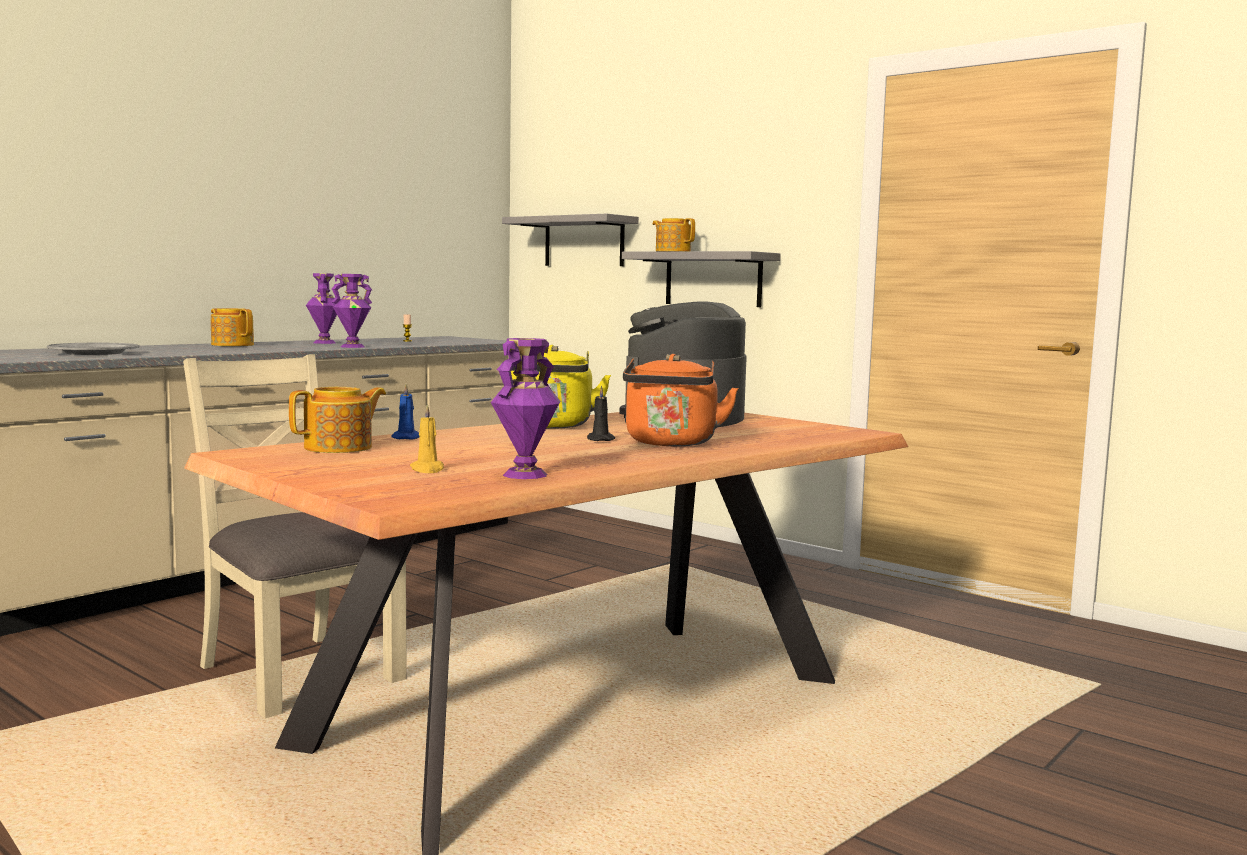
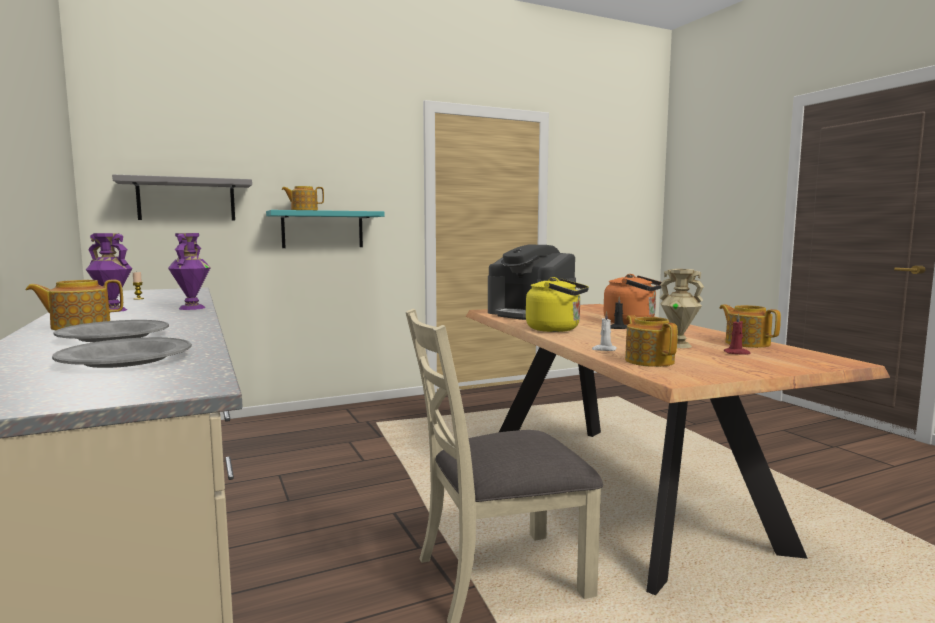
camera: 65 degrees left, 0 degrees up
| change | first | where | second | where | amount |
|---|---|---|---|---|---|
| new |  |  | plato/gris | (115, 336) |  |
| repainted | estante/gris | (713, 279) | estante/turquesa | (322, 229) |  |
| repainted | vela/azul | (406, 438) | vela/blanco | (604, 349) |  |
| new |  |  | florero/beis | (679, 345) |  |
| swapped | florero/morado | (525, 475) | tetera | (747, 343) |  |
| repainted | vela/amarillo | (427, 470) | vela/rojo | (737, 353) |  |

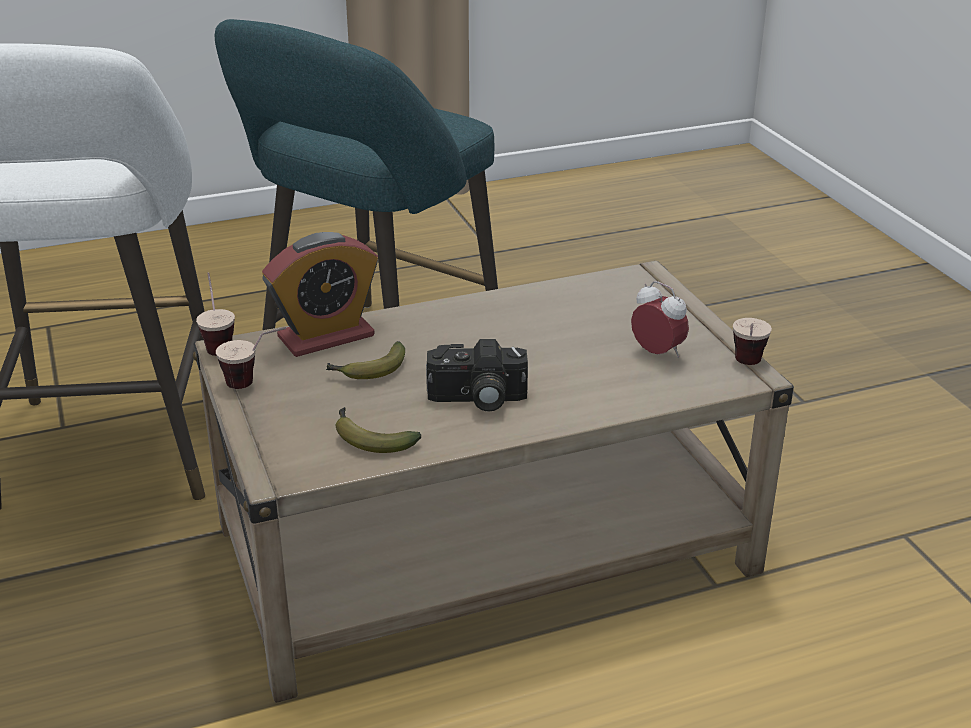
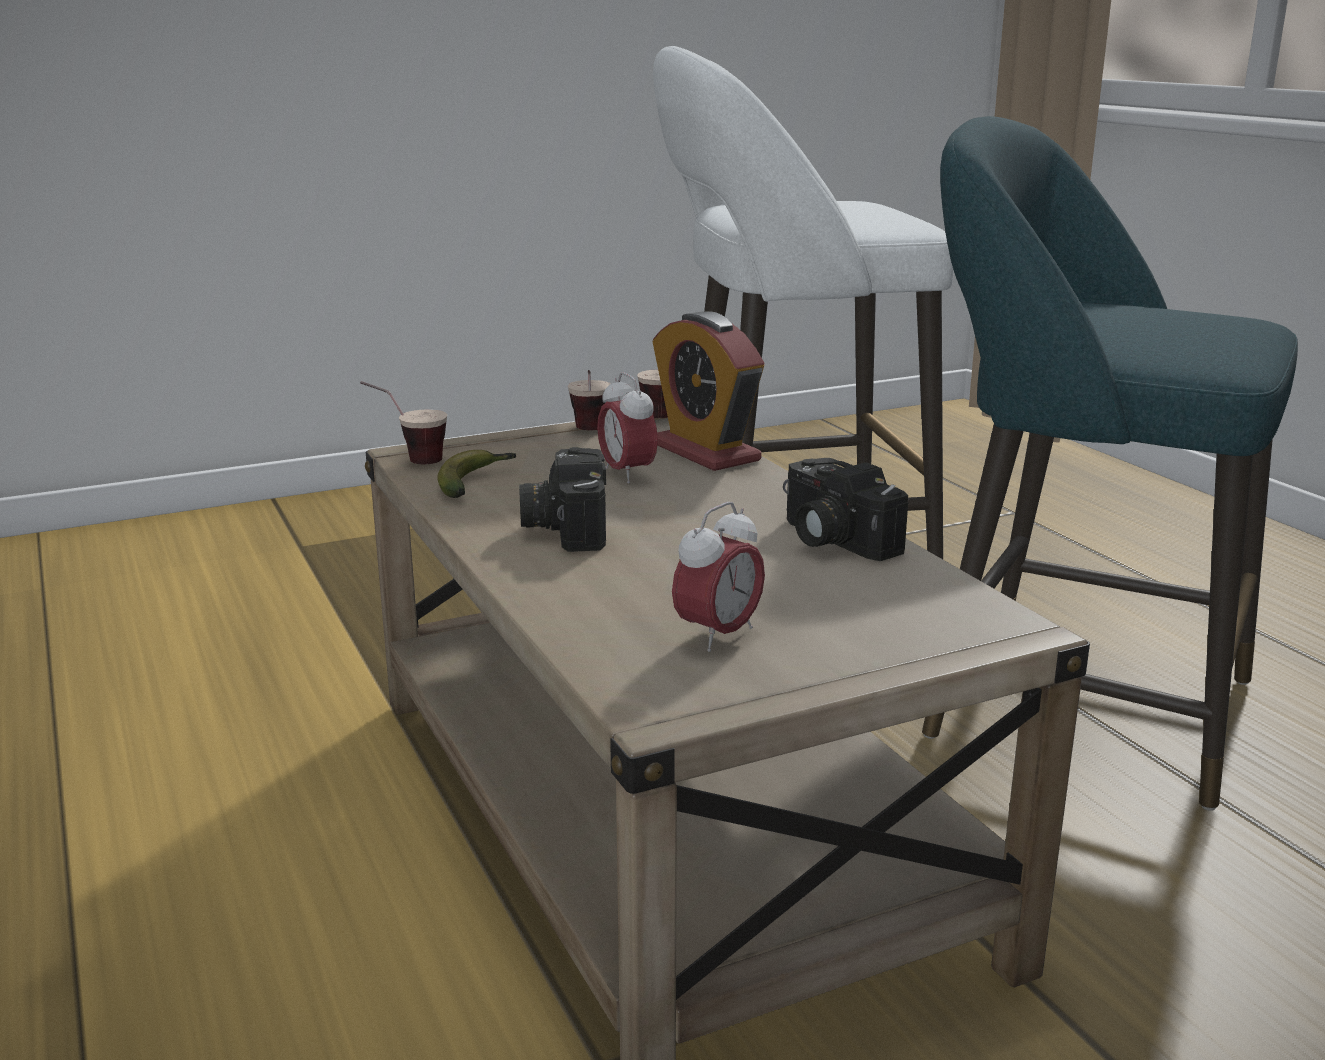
camera: 85 degrees right, 10 degrees down
| change | first | where | second | where | amount |
|---|---|---|---|---|---|
| shifted | taza | (746, 367) |  | (407, 459) |  |
| swapped | plátano | (368, 371) | despertador | (627, 474) |  |
| new |  |  | cámara | (830, 539) |  |

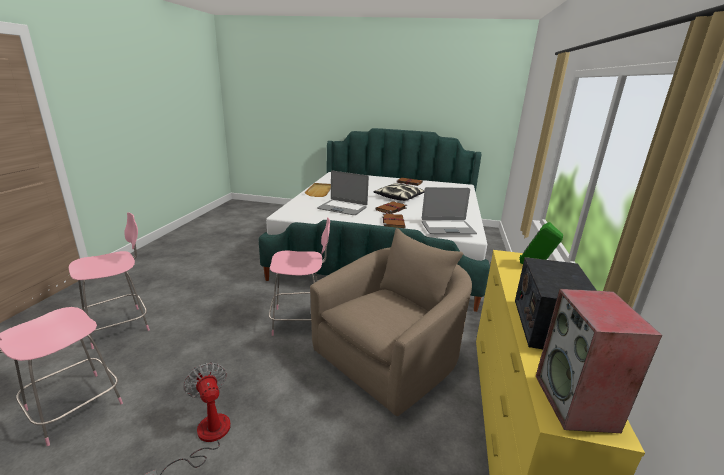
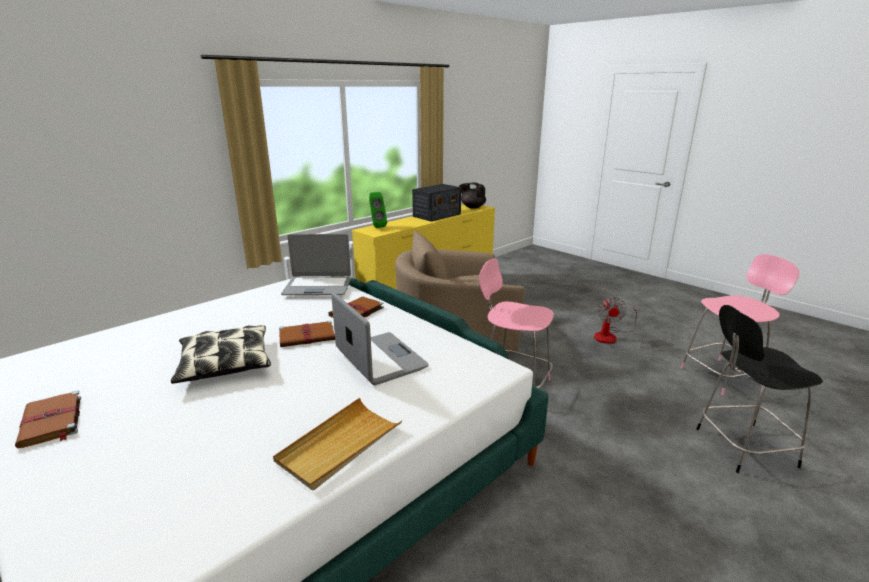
camera: 145 degrees left, 0 degrees up
| change | first | where | second | where | amount |
|---|---|---|---|---|---|
| rotated | portátil | (447, 228) |  | (317, 287) | 150 degrees clockwise |
| swapped | altavoz | (576, 403) | tetera/negro | (472, 207) |  |
| repainted | silla/rosa | (120, 326) | silla/negro | (742, 447) |  |

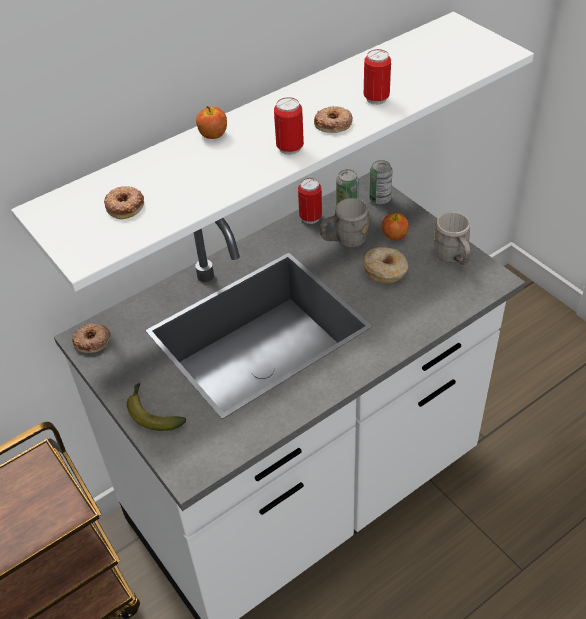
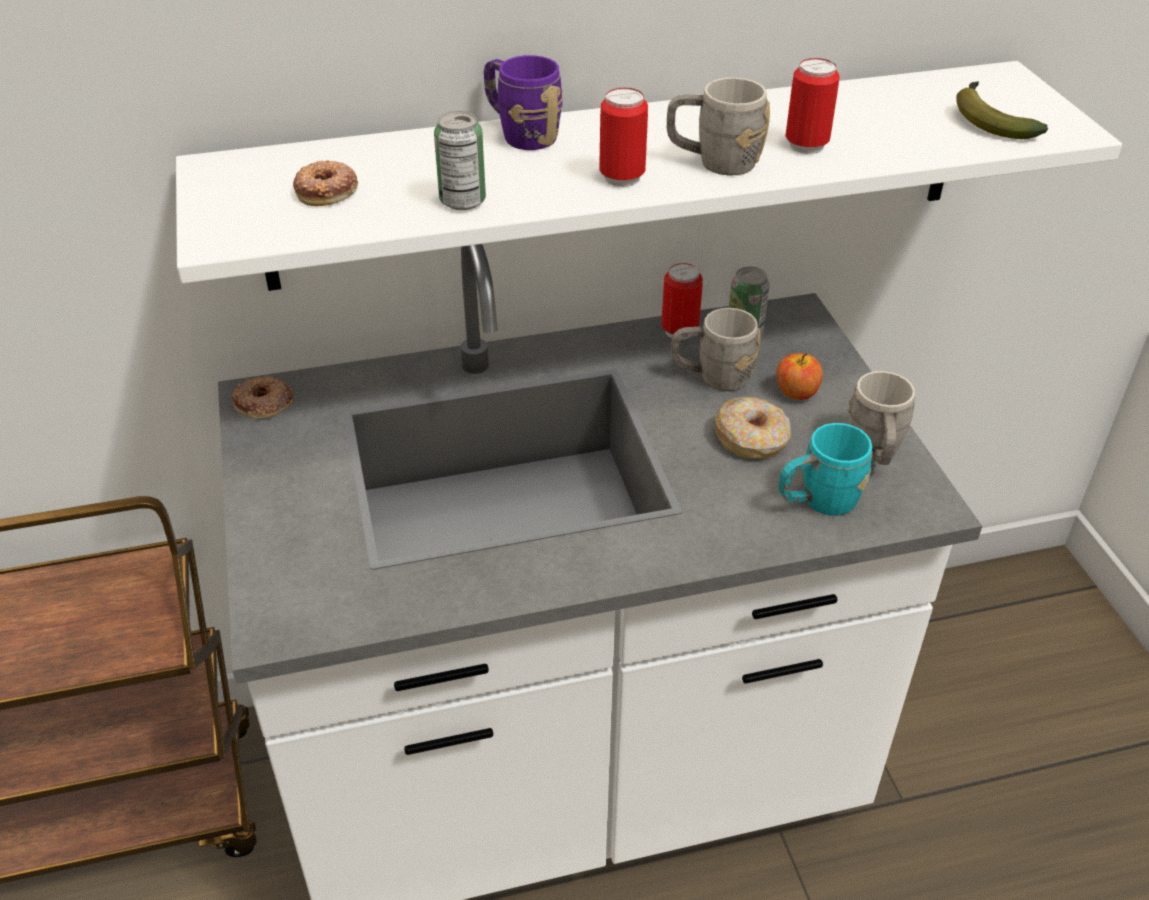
camera: 20 degrees right, 5 degrees down
| change | first | where | second | where | amount |
|---|---|---|---|---|---|
| shifted | lata | (380, 199) |  | (462, 201) |  |
| swapped | manzana | (213, 135) | taza grande/morado | (521, 134) |  |
| swapped | rosquilla | (333, 124) | taza grande/gris | (714, 162) |  |
| new |  |  | taza grande/turquesa | (818, 502) |  |
| shifted | plátano | (152, 413) |  | (989, 120) |  |

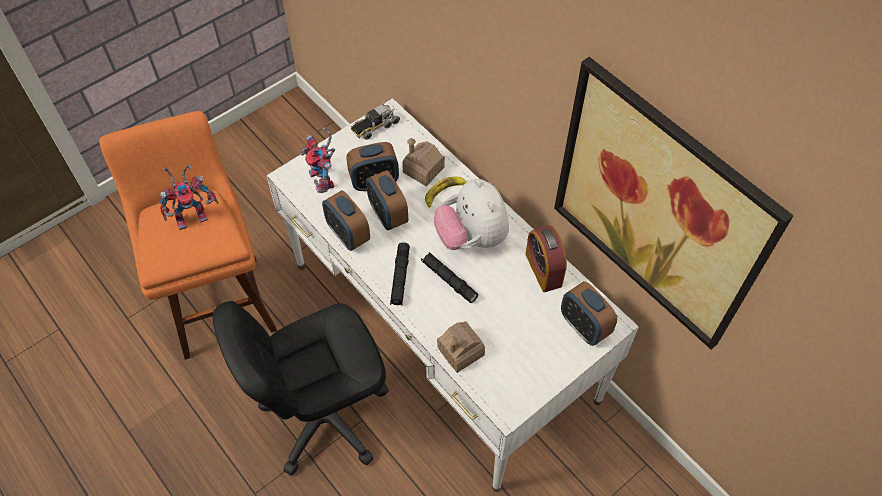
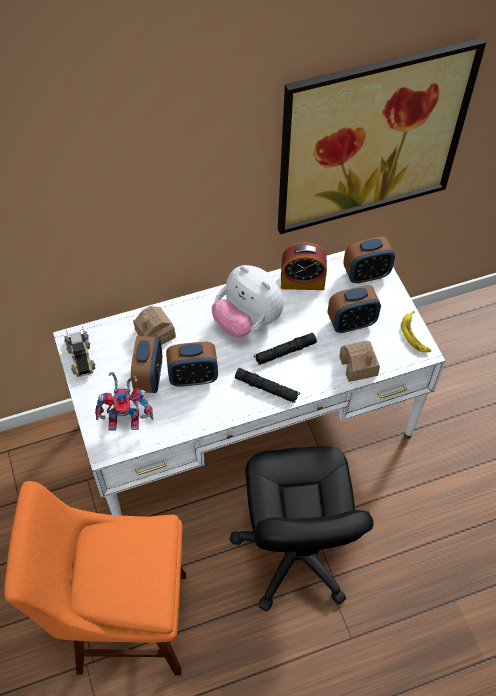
camera: 70 degrees left, 0 degrees up
| change | first | where | second | where | amount |
|---|---|---|---|---|---|
| rotated | peluche | (471, 237) |  | (247, 321) | 45 degrees clockwise |
| shifted | despertador | (348, 235) |  | (351, 323) |  |
| shifted | plátano | (444, 193) |  | (415, 335) |  |
| gone | robot de juguete | (193, 215) |  |  |  |

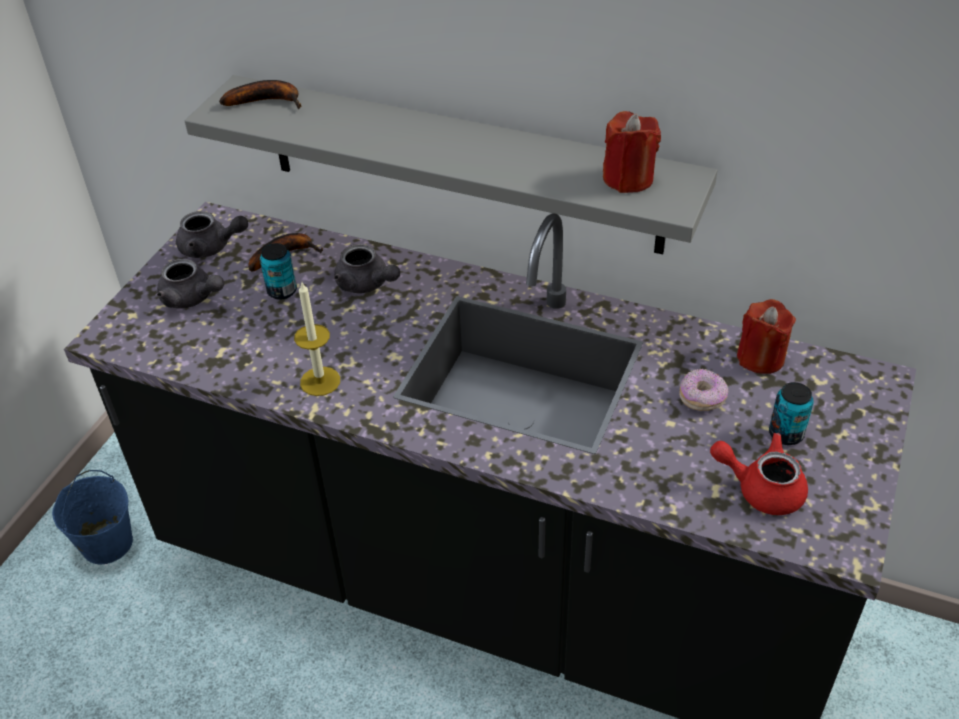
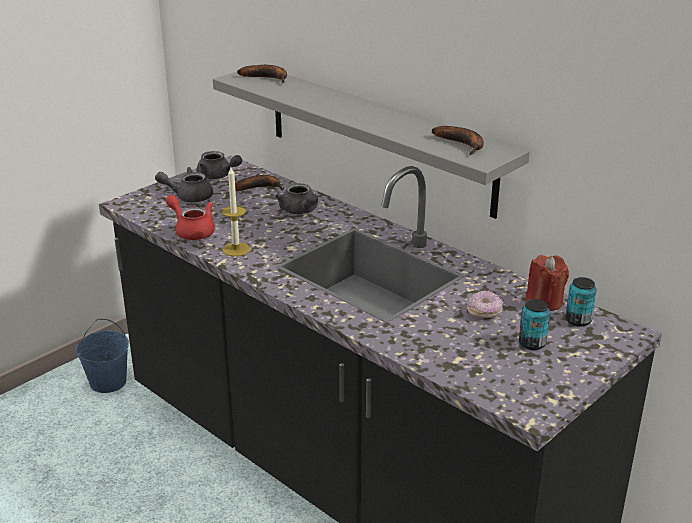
camera: 20 degrees right, 15 degrees down
| change | first | where | second | where | amount |
|---|---|---|---|---|---|
| rotated | tetera/gris | (192, 298) |  | (188, 196) | 120 degrees clockwise |
| shifted | tetera/rojo | (761, 488) |  | (192, 231) |  |
| swapped | vela/rojo | (628, 178) | plátano | (463, 144) |  |
| shifted | lata | (282, 291) |  | (578, 320) |  |

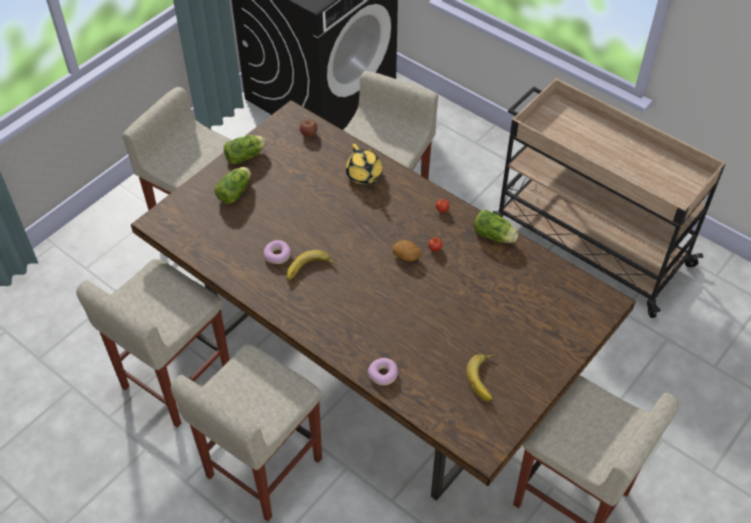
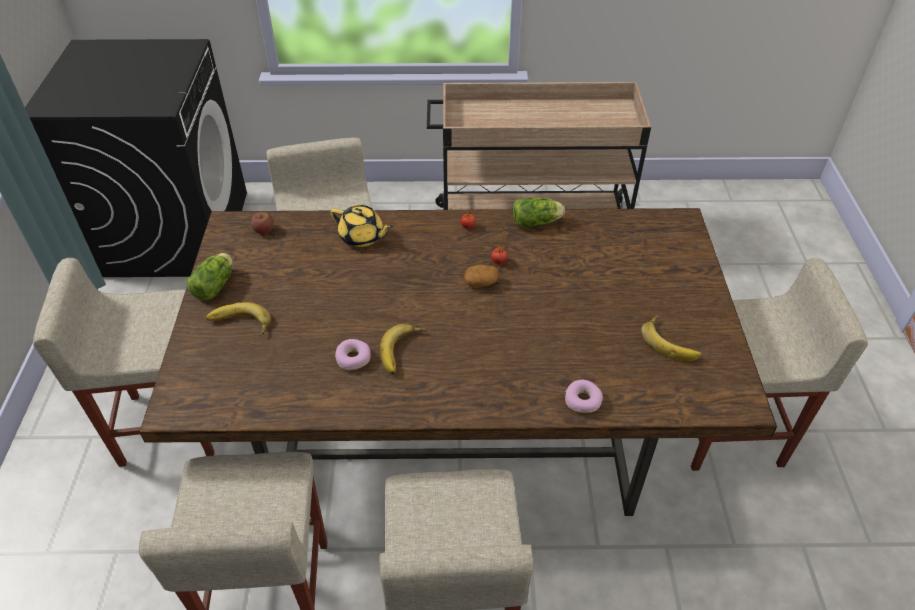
camera: 40 degrees left, 5 degrees down
| change | first | where | second | where | amount |
|---|---|---|---|---|---|
| swapped | lechuga | (236, 191) | plátano | (239, 324) |  |

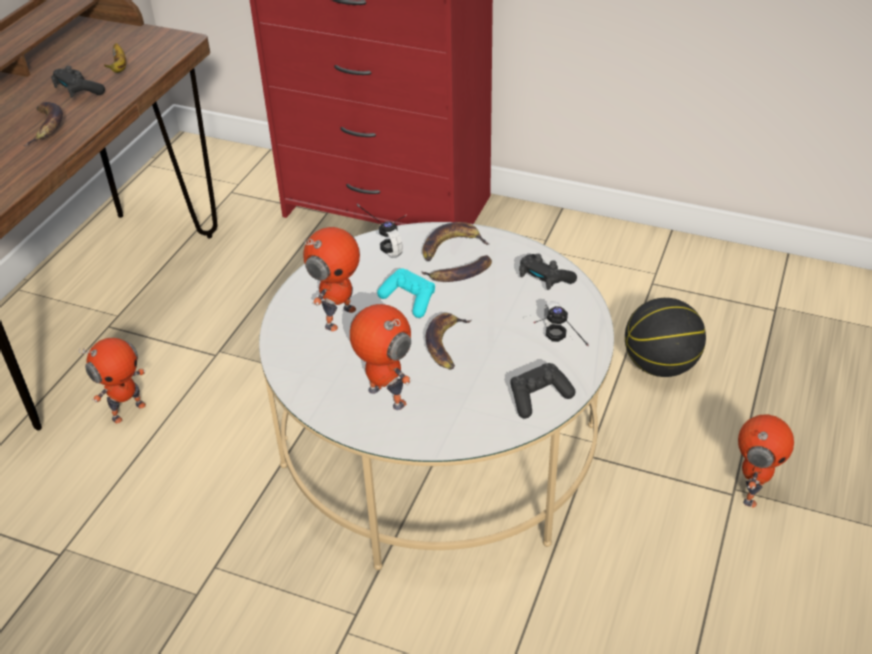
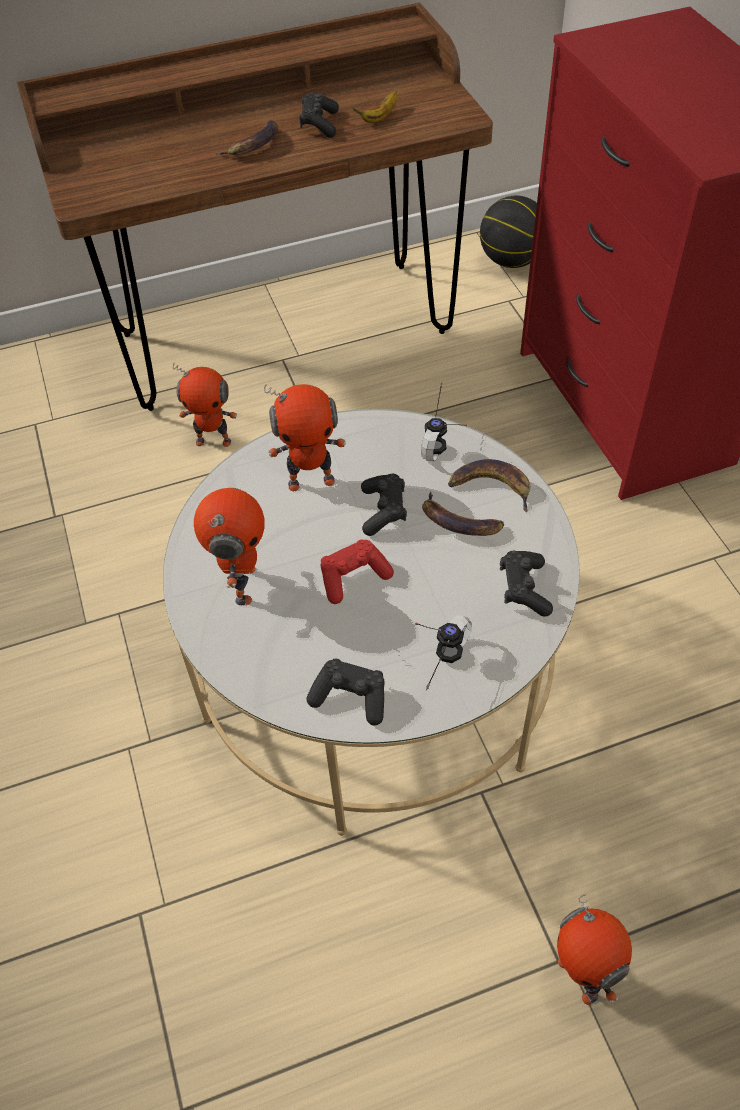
camera: 50 degrees right, 10 degrees up
| change | first | where | second | where | amount |
|---|---|---|---|---|---|
| swapped | plátano | (446, 343) | mando de consola/rojo | (353, 578) |  |
| repainted | mando de consola/turquesa | (409, 300) | mando de consola/negro | (383, 511) |  |
| shifted | balón de baloncesto | (660, 365) |  | (511, 261) |  |
| rotated | robot de juguete | (751, 491) |  | (580, 977) | 75 degrees clockwise |

